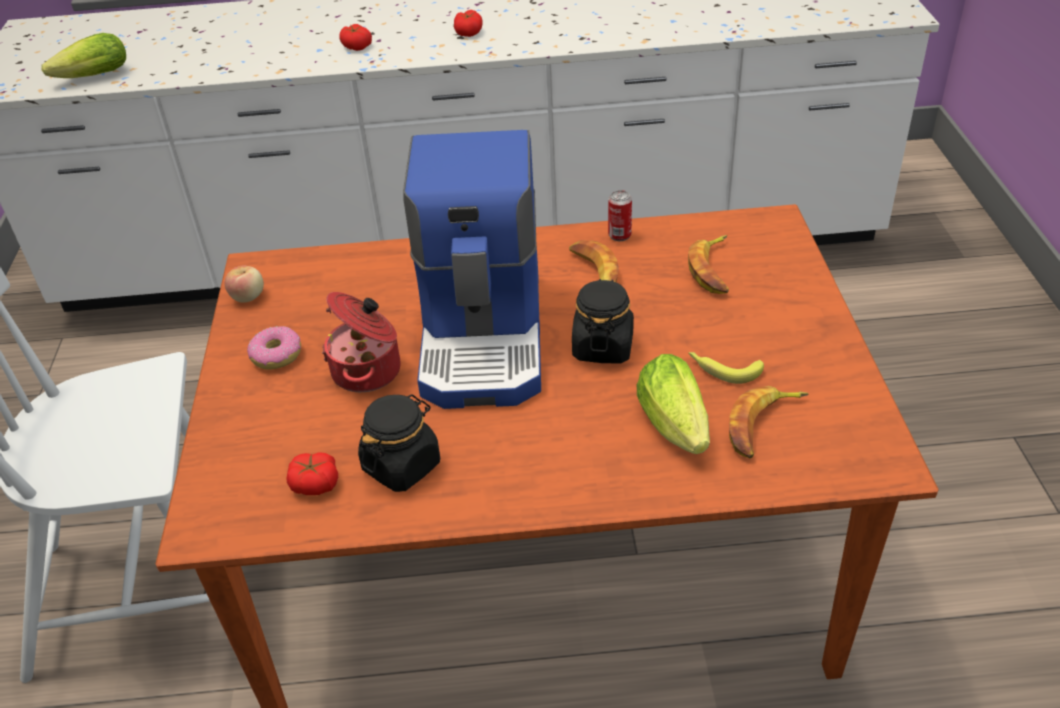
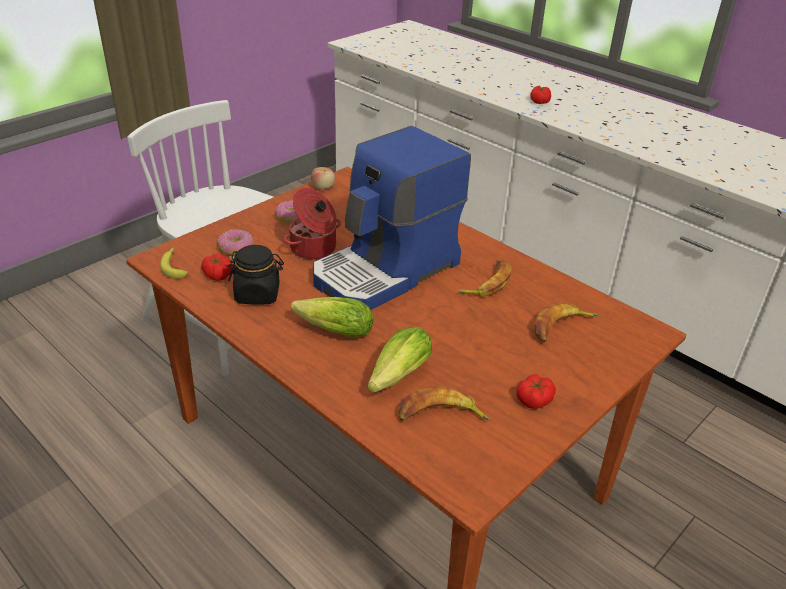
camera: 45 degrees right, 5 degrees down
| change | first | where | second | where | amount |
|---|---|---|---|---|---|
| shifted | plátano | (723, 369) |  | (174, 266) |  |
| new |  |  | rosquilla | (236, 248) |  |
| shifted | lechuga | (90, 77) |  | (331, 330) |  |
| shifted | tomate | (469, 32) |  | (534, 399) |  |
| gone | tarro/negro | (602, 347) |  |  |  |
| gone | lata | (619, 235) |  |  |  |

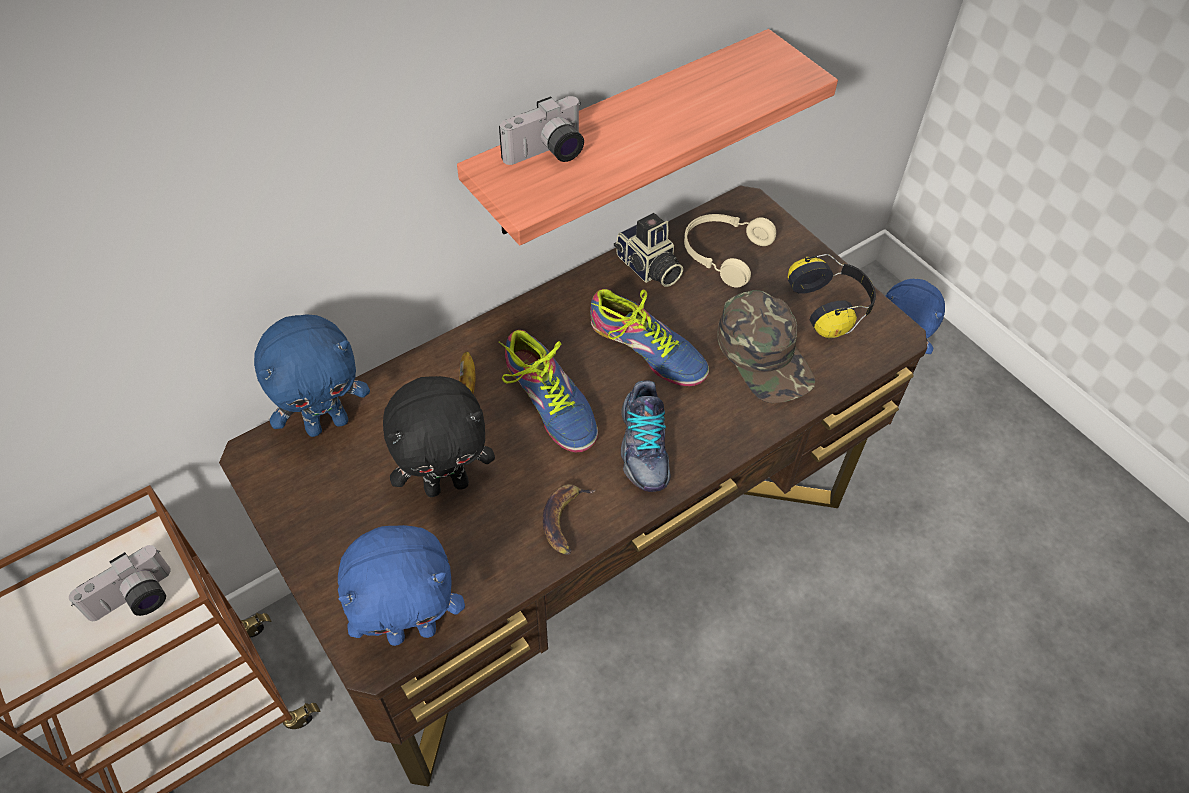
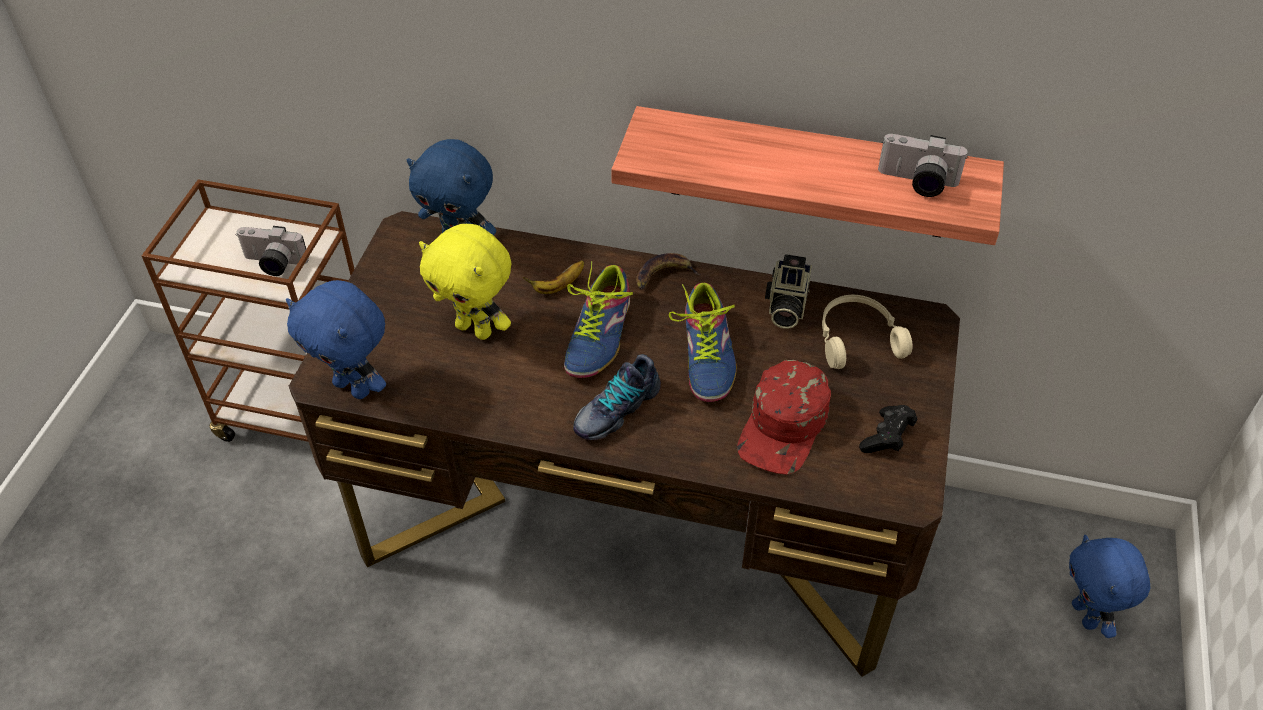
camera: 50 degrees right, 5 degrees down
| change | first | where | second | where | amount |
|---|---|---|---|---|---|
| repainted | peluche/negro | (447, 484) | peluche/amarillo | (475, 329) |  |
| shifted | plátano | (566, 520) |  | (663, 275) |  |
| repainted | gorra/verde | (765, 355) | gorra/rojo | (784, 426) |  |
| swapped | auriculares | (831, 307) | mando de consola/negro | (887, 438) |  |
| shifted | cámara | (547, 154) |  | (916, 183) |  |

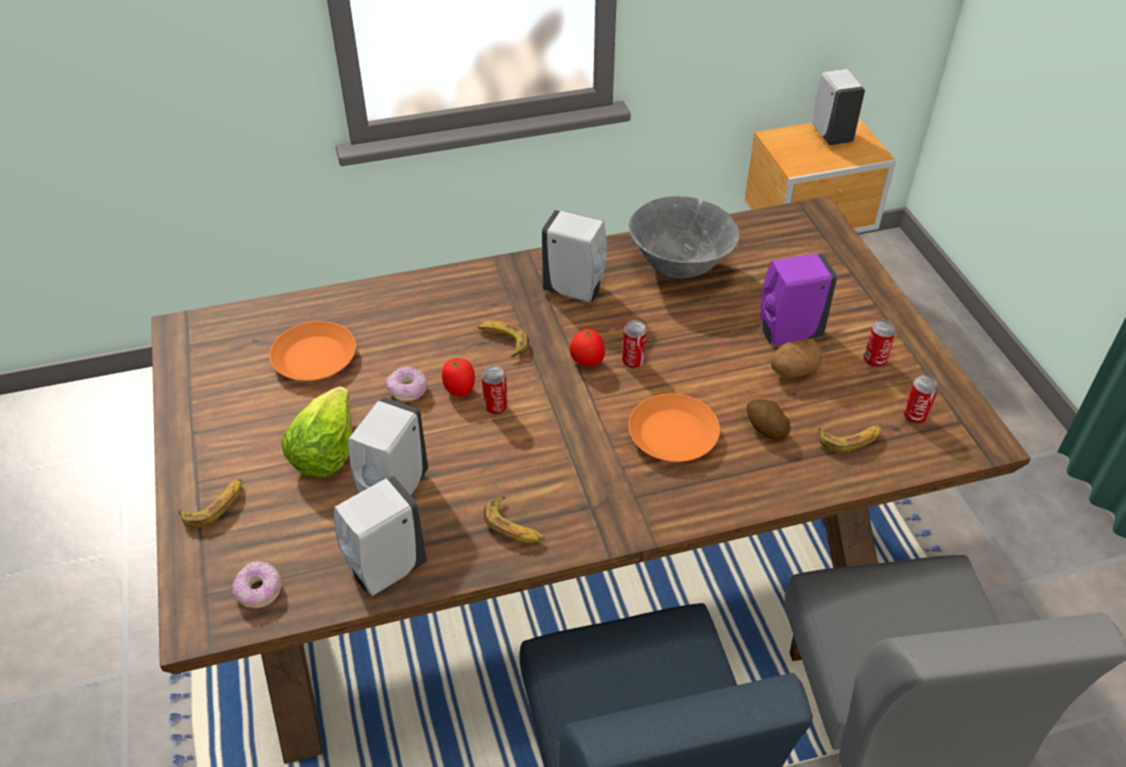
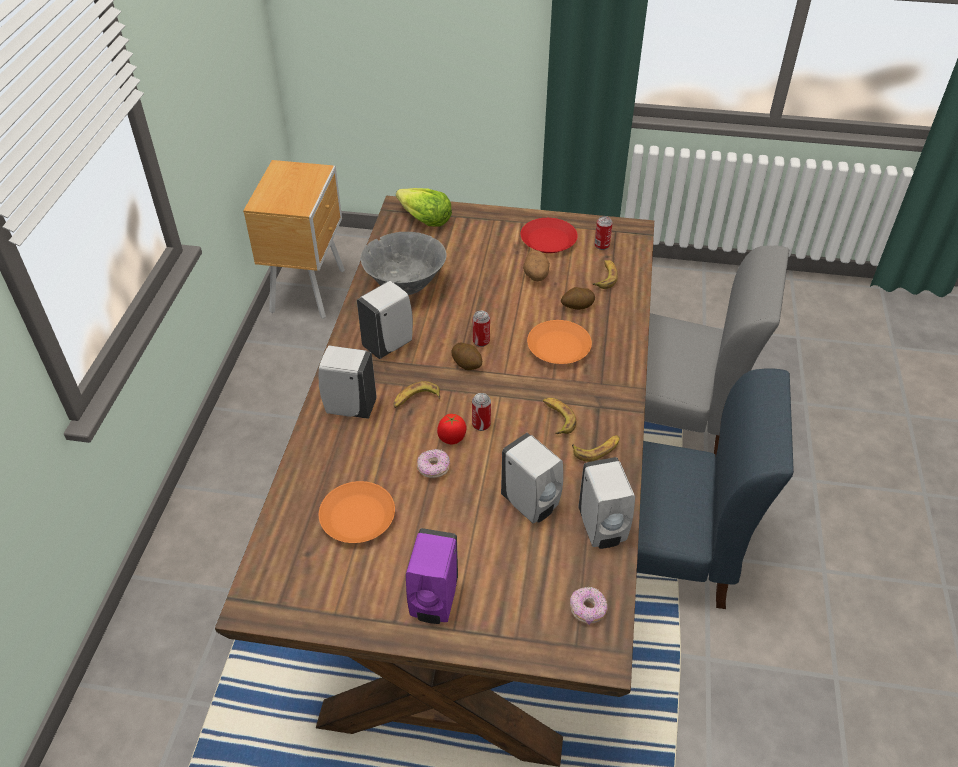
camera: 65 degrees left, 0 degrees up
| change | first | where | second | where | amount |
|---|---|---|---|---|---|
| shifted | dispensador de jabón/blanco | (830, 134) |  | (349, 407) |  |
| shifted | lechuga | (324, 450) |  | (424, 220) |  |
| shifted | dispensador de jabón/morado | (786, 333) |  | (434, 603) |  |
| swapped | tomate | (587, 362) | patata | (467, 364) |  |
| swapped | lata | (874, 360) | plato/rojo | (548, 241) |  |
| shifted | plátano | (215, 506) |  | (557, 418) |  |

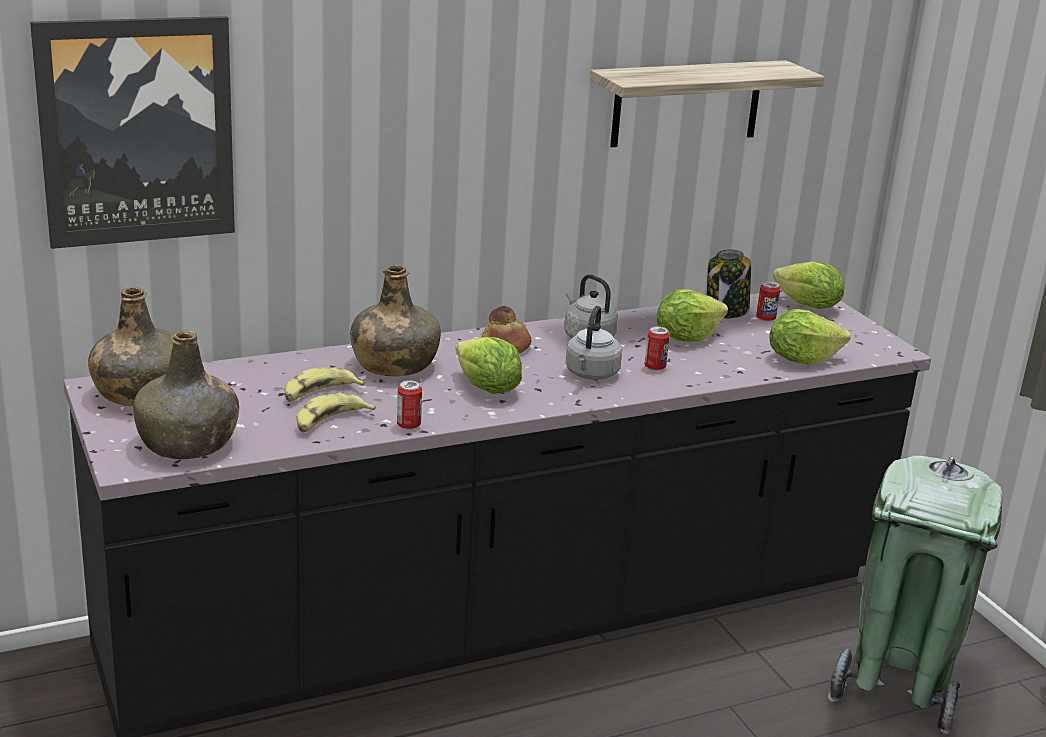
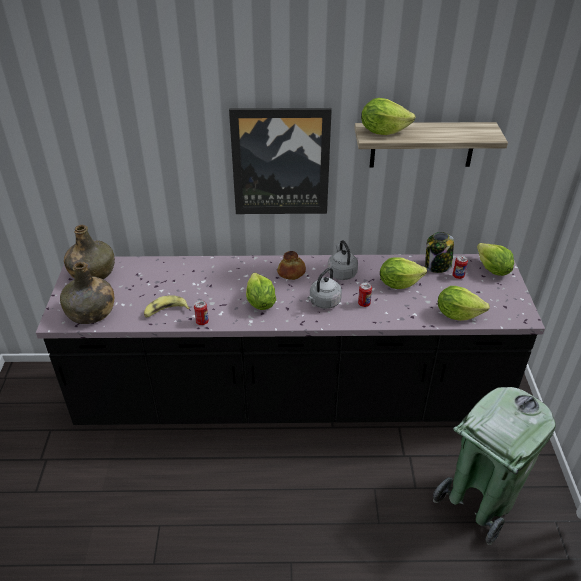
camera: 25 degrees right, 15 degrees up
| change | first | where | second | where | amount |
|---|---|---|---|---|---|
| shifted | cuadro | (137, 131) |  | (280, 162) |  |
| new |  |  | lechuga | (383, 131) |  |
| gone | plátano | (319, 394) |  |  |  |
| gone | botella/verde | (394, 364) |  |  |  |

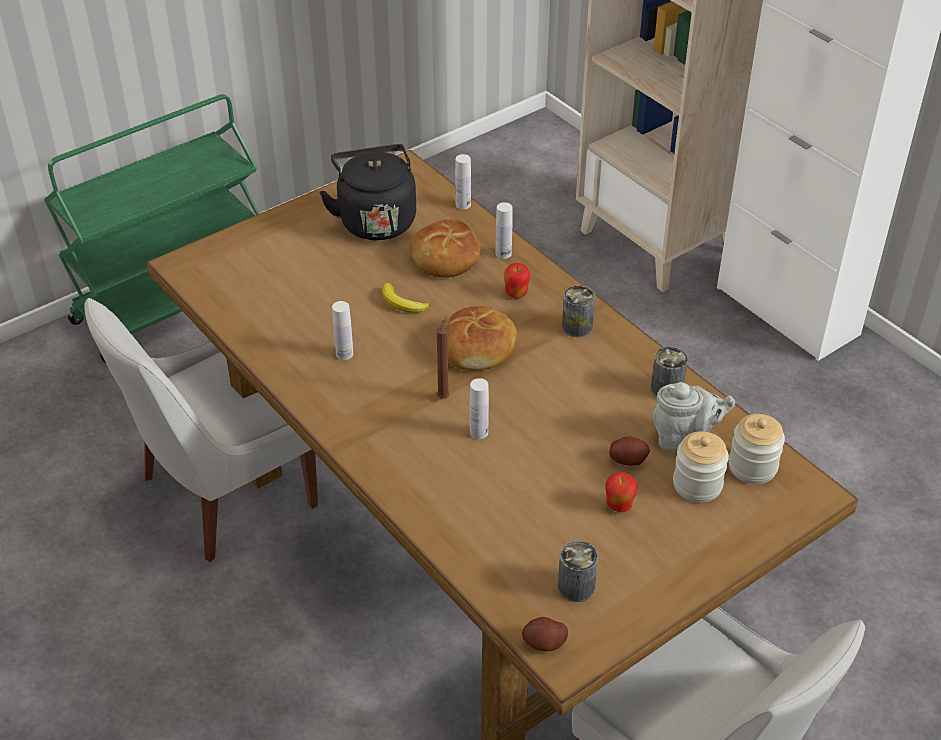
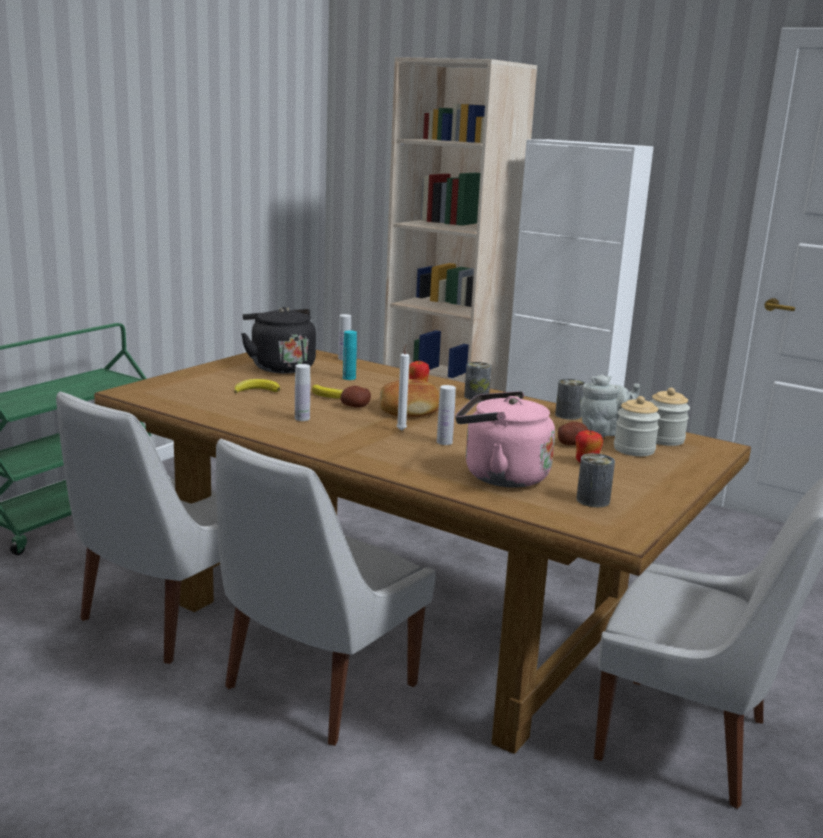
camera: 20 degrees left, 25 degrees down
| change | first | where | second | where | amount |
|---|---|---|---|---|---|
| new |  |  | silla/blanco | (315, 689) |  |
| new |  |  | plátano | (256, 390) |  |
| shifted | patata | (544, 643) |  | (355, 406) |  |
| swapped | pan | (444, 258) | botella/turquesa | (349, 378) |  |
| repainted | vela/marrón | (444, 396) | vela/blanco | (401, 430) |  |
| new |  |  | hervidor/rosa | (500, 476) |  |
| gone | botella/blanco | (503, 253) |  |  |  |

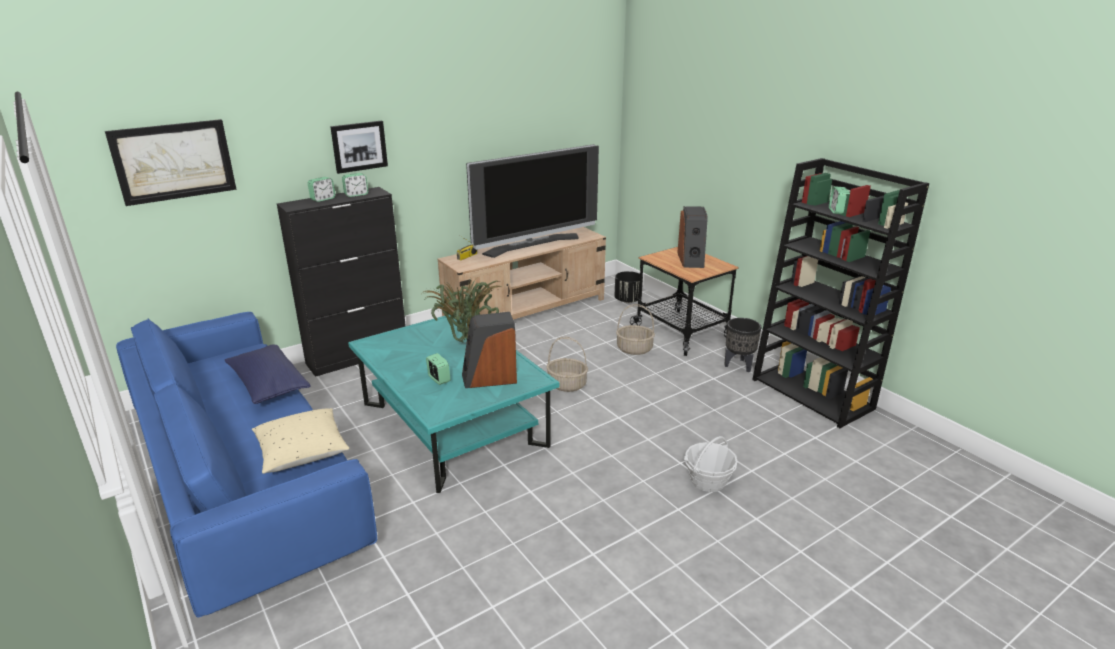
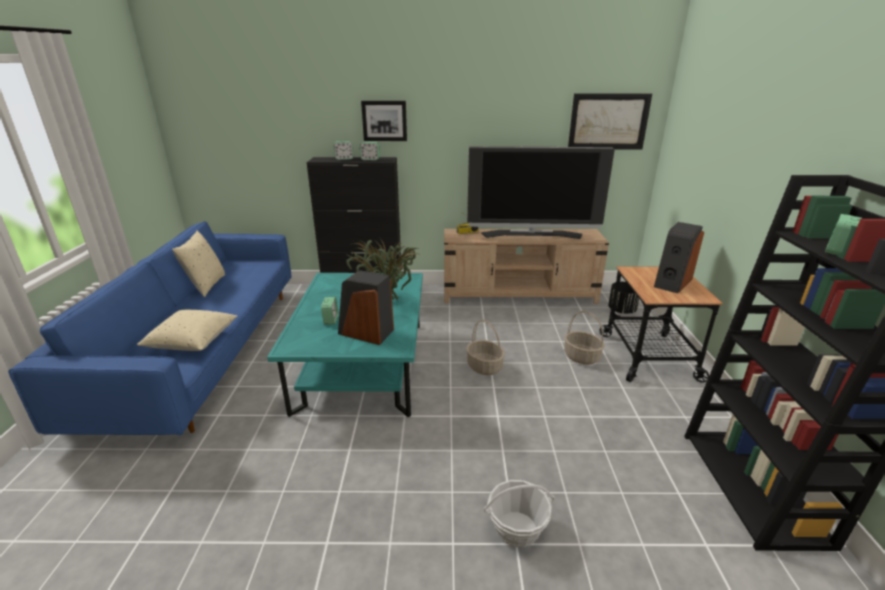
camera: 35 degrees right, 0 degrees up
| change | first | where | second | where | amount |
|---|---|---|---|---|---|
| new |  |  | cojín/beis | (206, 285) |  |
| shifted | cuadro | (174, 161) |  | (608, 121) |  |
| gone | cojín/azul | (269, 385) |  |  |  |
| gone | maceta/negro | (738, 365) |  |  |  |

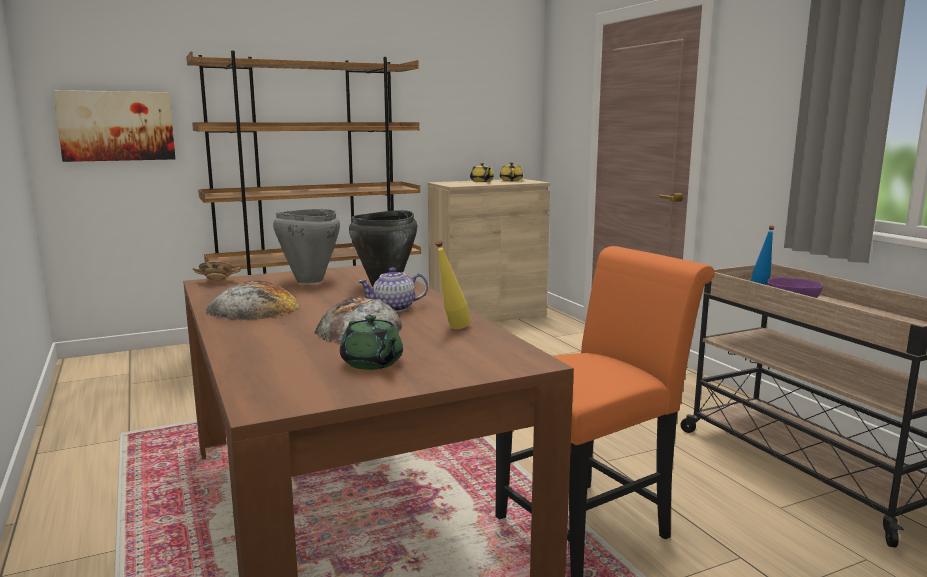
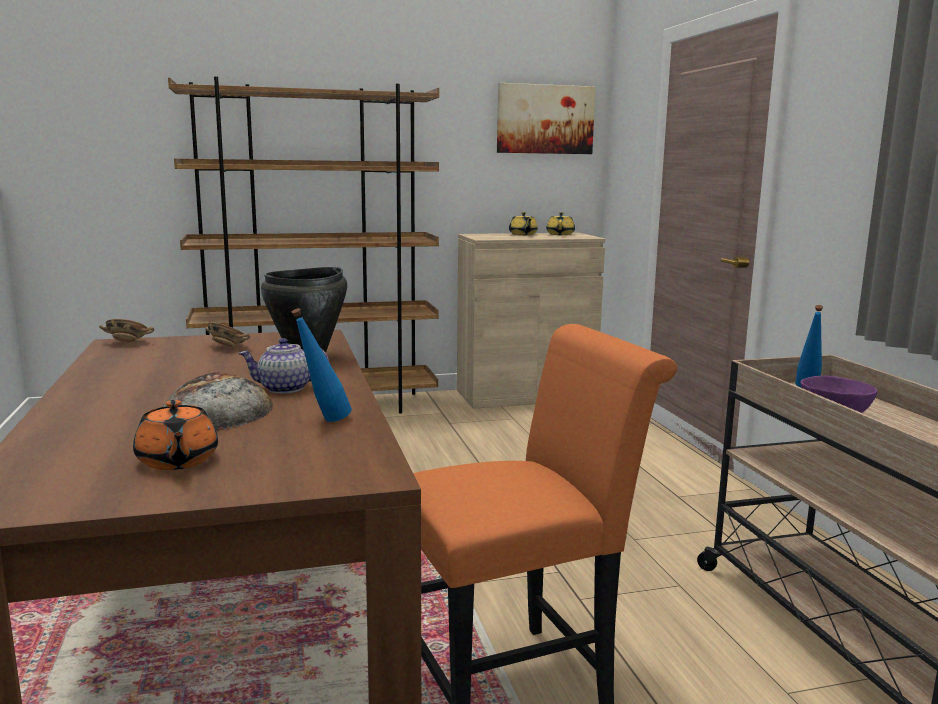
camera: 10 degrees right, 0 degrees up
| change | first | where | second | where | amount |
|---|---|---|---|---|---|
| repainted | tetera/verde | (372, 363) | tetera/naranja | (177, 461) |  |
| swapped | olla/gris | (309, 280) | cuenco | (228, 347) |  |
| repainted | botella/amarillo | (452, 329) | botella/azul | (323, 422) |  |
| shifted | cuadro | (116, 126) |  | (545, 119) |  |
| gone | pan | (253, 309) |  |  |  |

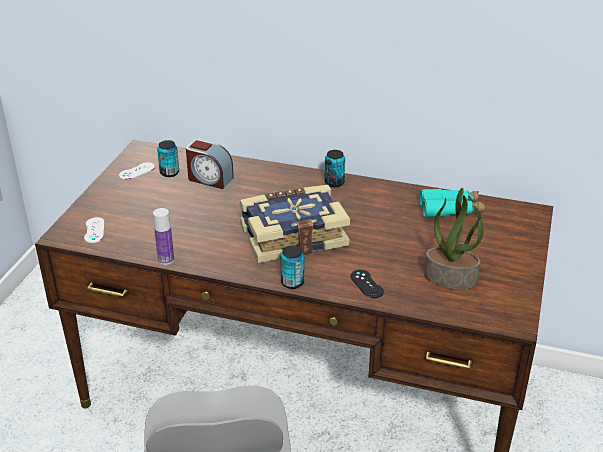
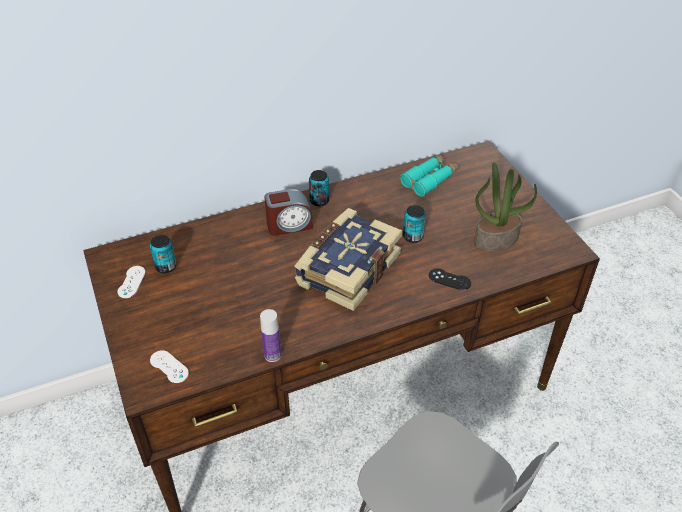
camera: 40 degrees left, 10 degrees up
| change | first | where | second | where | amount |
|---|---|---|---|---|---|
| shifted | despertador | (209, 179) |  | (289, 225) |  |
| shifted | lata | (292, 282) |  | (413, 237) |  |

